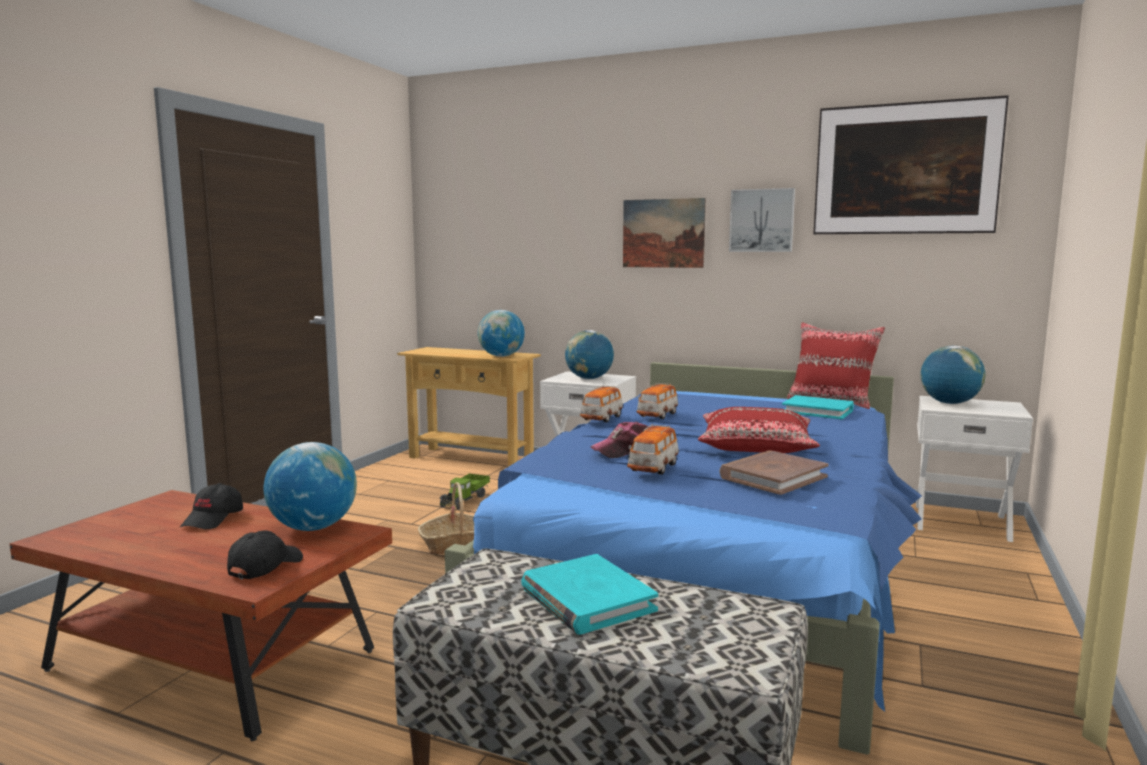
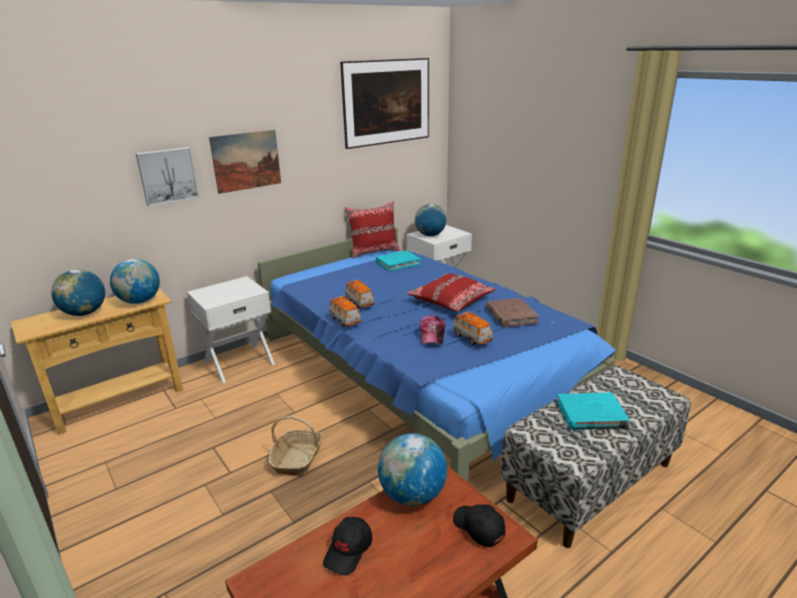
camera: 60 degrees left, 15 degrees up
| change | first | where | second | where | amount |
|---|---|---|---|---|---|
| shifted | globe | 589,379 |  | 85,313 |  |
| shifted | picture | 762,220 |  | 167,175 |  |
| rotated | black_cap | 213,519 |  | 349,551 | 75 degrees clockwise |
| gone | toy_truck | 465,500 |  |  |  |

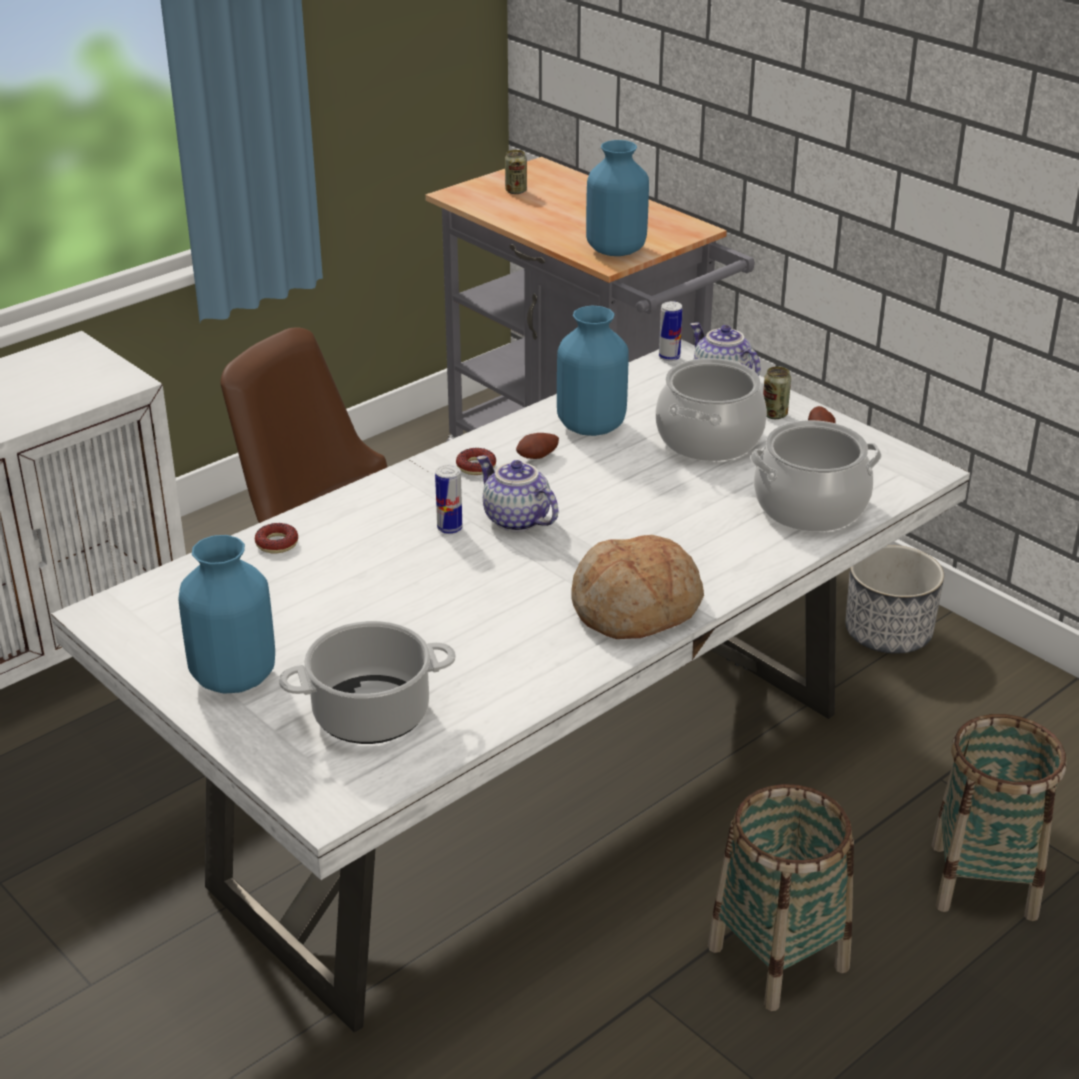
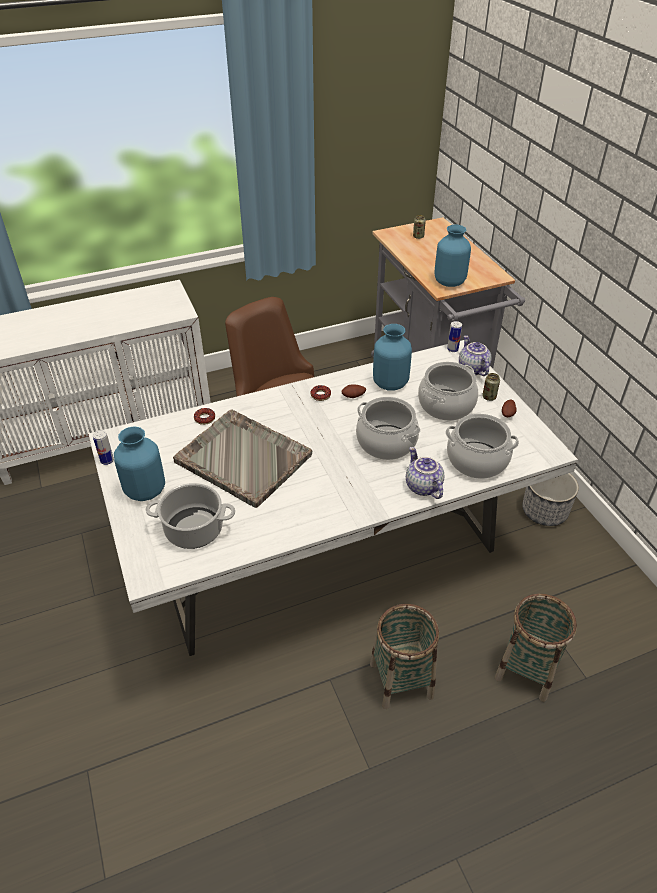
camera: 20 degrees right, 10 degrees up
| change | first | where | second | where | amount |
|---|---|---|---|---|---|
| shifted | can | 449,528 |  | 107,460 |  |
| new |  |  | grey_tray | 242,458 |  |
| new |  |  | cooking_pot | 386,442 |  |
| shifted | teapot | 515,520 |  | 422,486 |  |
| gone | bread | 637,609 |  |  |  |

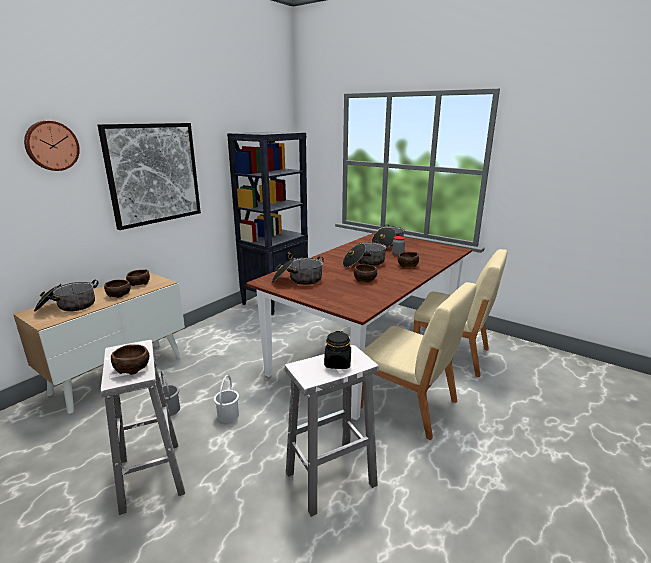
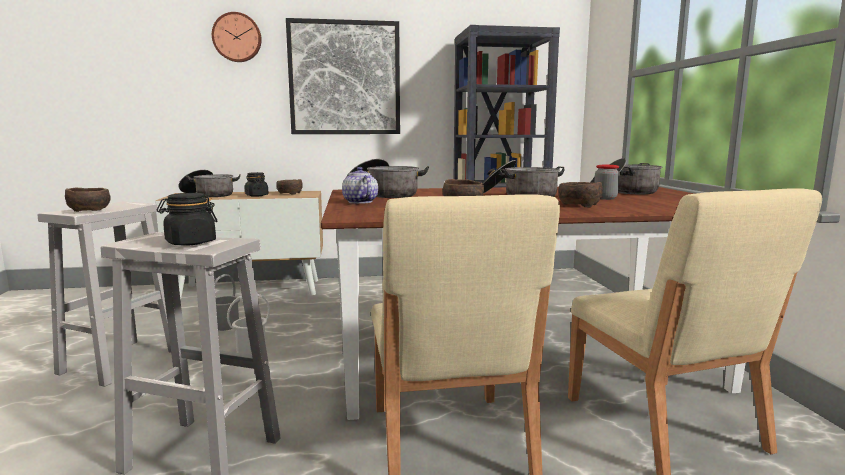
camera: 45 degrees right, 10 degrees down
| change | first | where | second | where | amount |
|---|---|---|---|---|---|
| swapped | brown_bowl | 119,294 | black_jar | 256,195 |  |
| new |  |  | teapot | 359,202 |  |

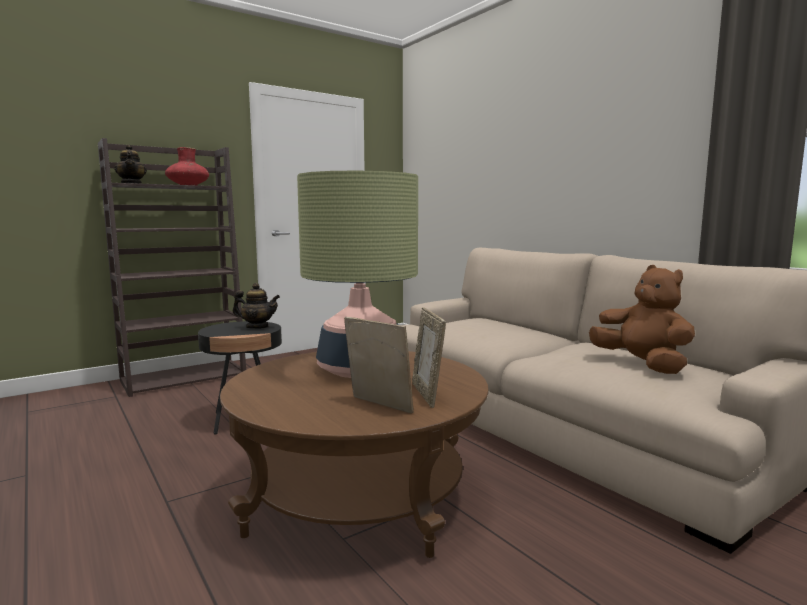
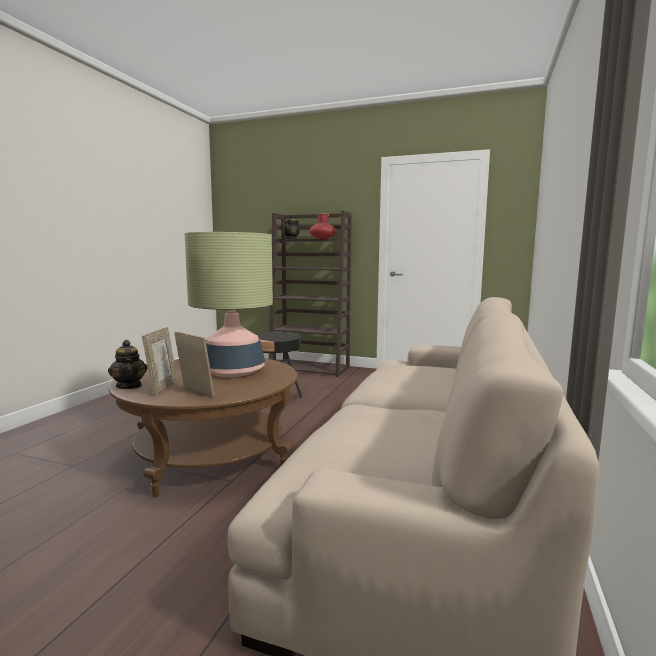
camera: 55 degrees right, 0 degrees up
| change | first | where | second | where | amount |
|---|---|---|---|---|---|
| shifted | teapot | 257,327 |  | 129,386 |  |
| rotated | picture_frame | 427,394 |  | 195,392 | 90 degrees clockwise |
| gone | brown_plush_toy | 642,365 |  |  |  |

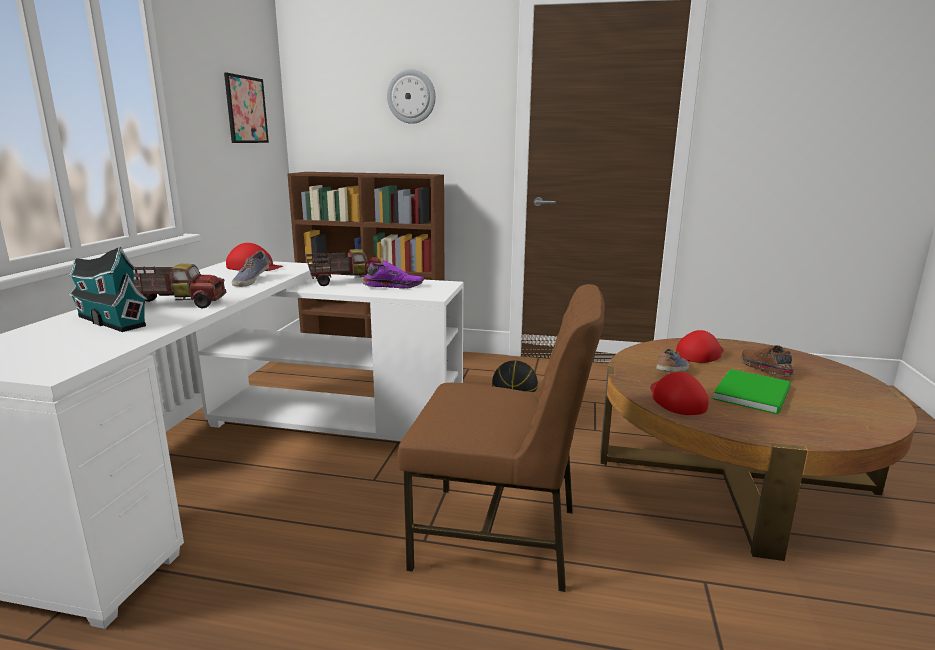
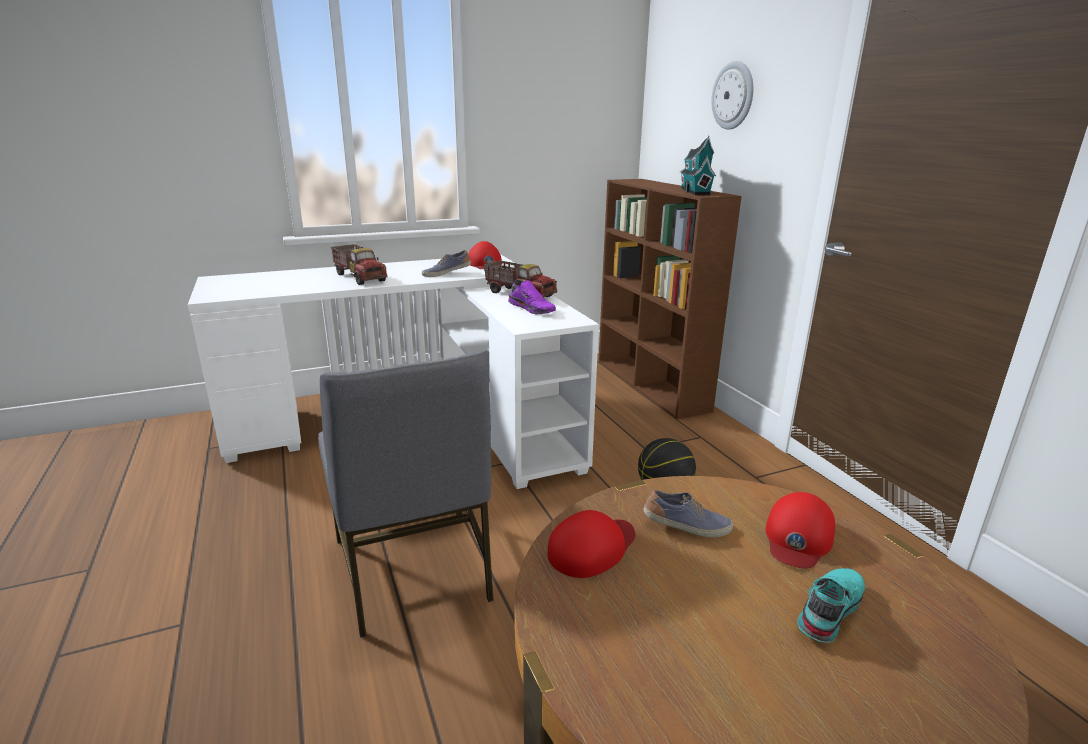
camera: 55 degrees right, 5 degrees up
| change | first | where | second | where | amount |
|---|---|---|---|---|---|
| repainted | brown_chair | 499,537 | grey_chair | 413,570 |  |
| shifted | toy_house | 109,320 |  | 694,191 |  |
| rotated | red_cap | 700,353 |  | 798,537 | 105 degrees clockwise |
| repainted | brown_shoe | 764,369 | turquoise_shoe | 827,609 |  |
| gone | picture | 246,110 |  |  |  |
| gone | green_book | 754,393 |  |  |  |

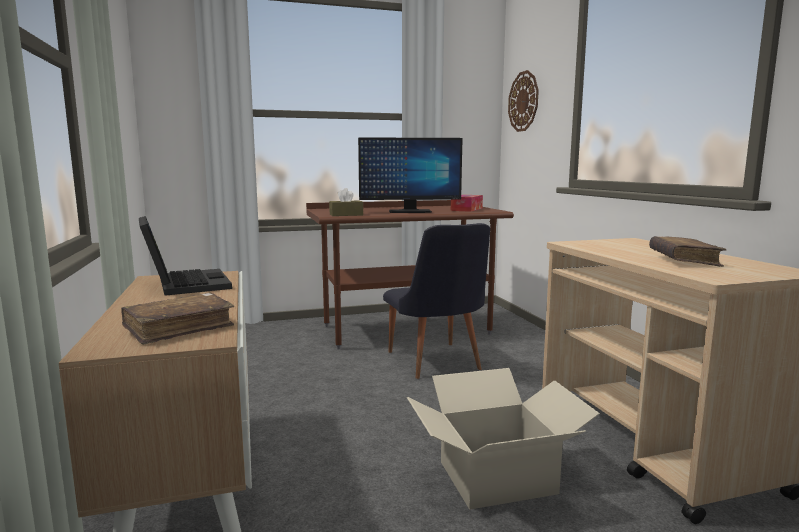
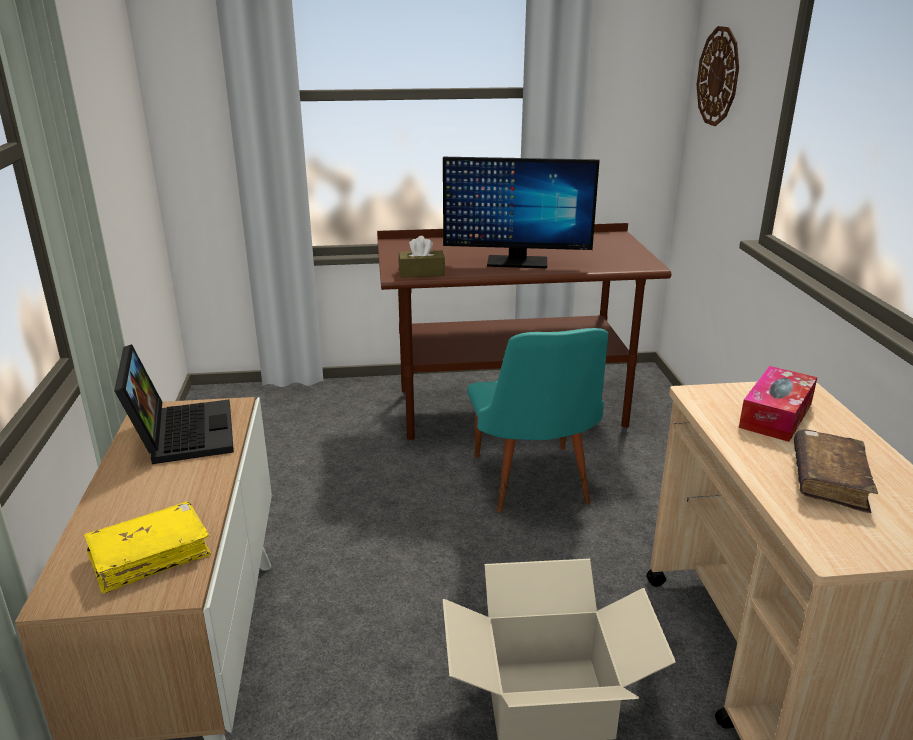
camera: 10 degrees right, 15 degrees up
| change | first | where | second | where | amount |
|---|---|---|---|---|---|
| repainted | brown_book | 179,328 | yellow_book | 150,555 |  |
| repainted | black_chair | 436,364 | turquoise_chair | 532,486 |  |
| shifted | tissue_box | 466,209 |  | 775,415 |  |

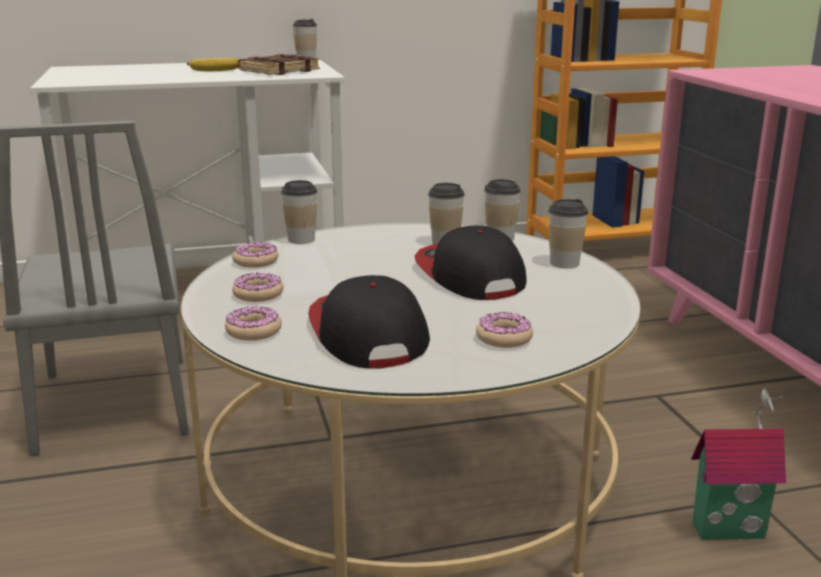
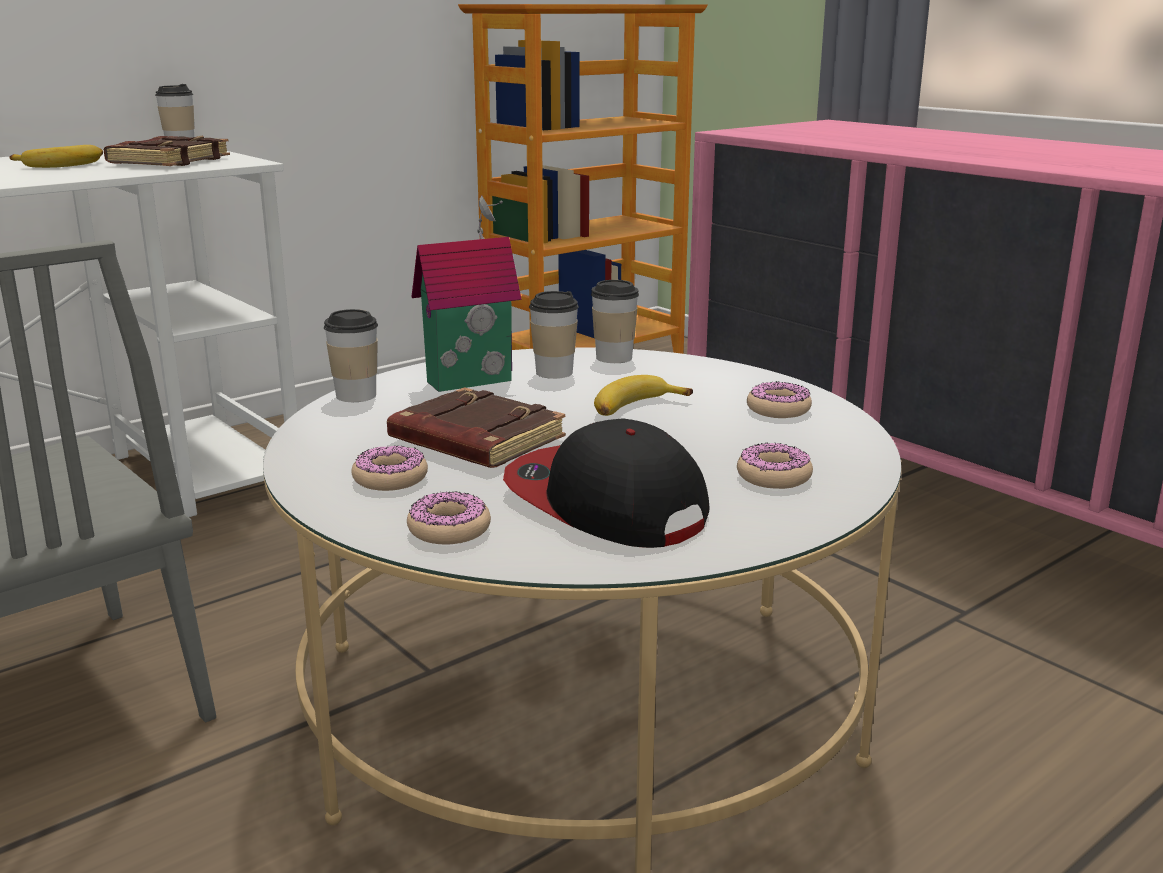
camera: 25 degrees left, 0 degrees up
| change | first | where | second | where | amount |
|---|---|---|---|---|---|
| new |  |  | brown_book | 473,441 |  |
| shifted | toy_house | 727,527 |  | 468,379 |  |
| swapped | cap | 469,275 | banana | 635,409 |  |
| shifted | donut | 255,261 |  | 778,409 |  |
| gone | cup | 564,263 |  |  |  |

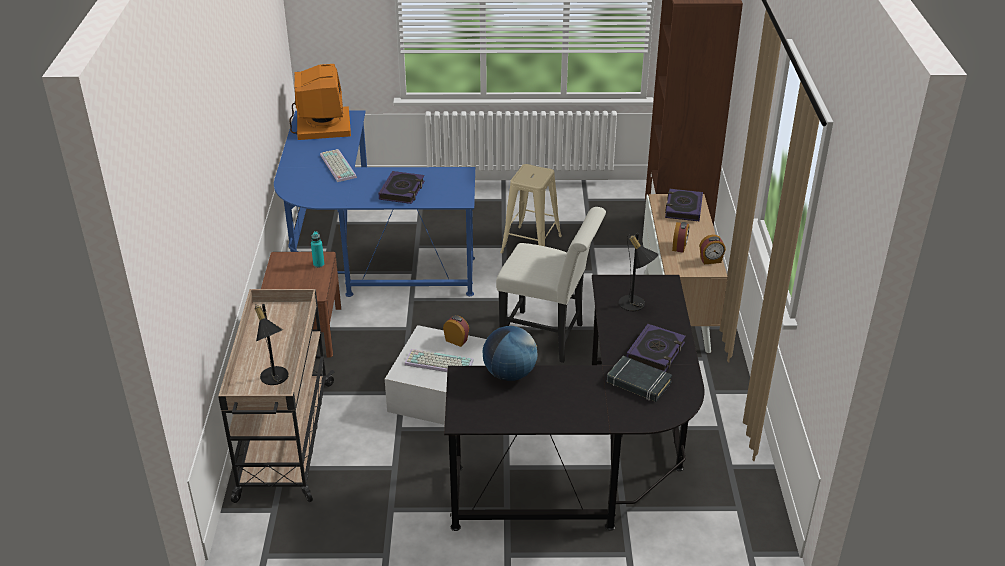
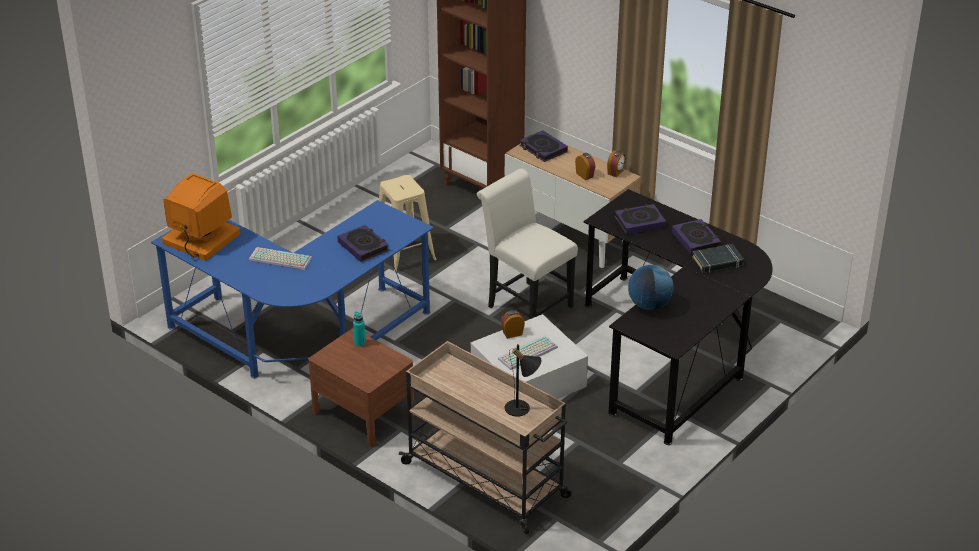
camera: 50 degrees left, 0 degrees up
| change | first | where | second | where | amount |
|---|---|---|---|---|---|
| rotated | white_chair | 548,337 |  | 525,304 | 105 degrees counterclockwise |
| swapped | black_table_lamp | 635,306 | book | 640,222 |  |

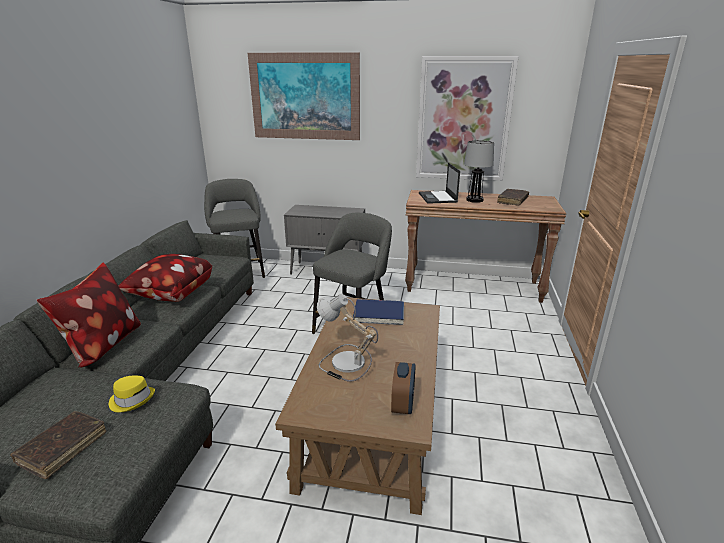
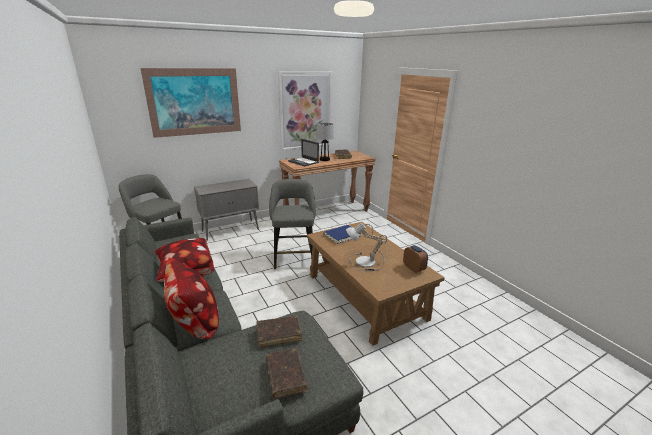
camera: 40 degrees left, 0 degrees up
| change | first | where | second | where | amount |
|---|---|---|---|---|---|
| swapped | yellow_hat | 132,399 | brown_book | 279,334 |  |

